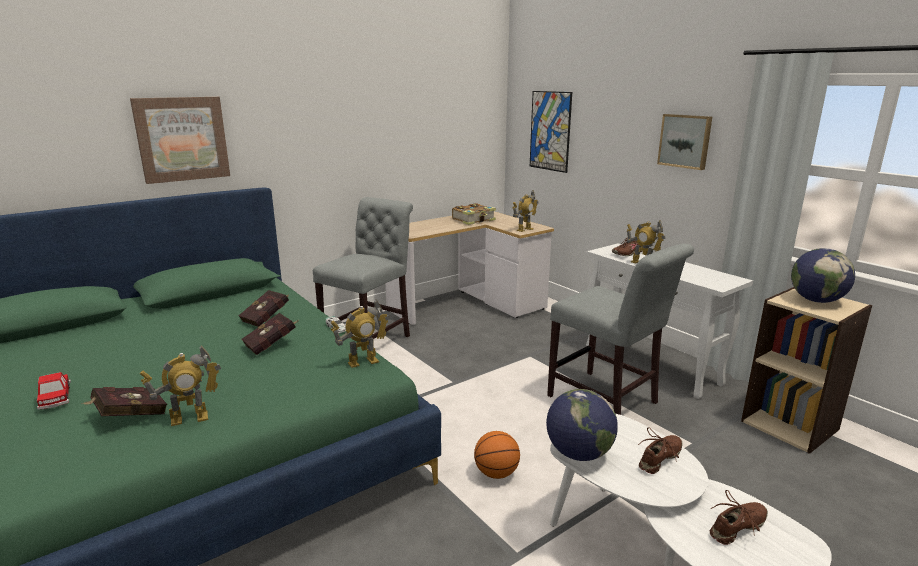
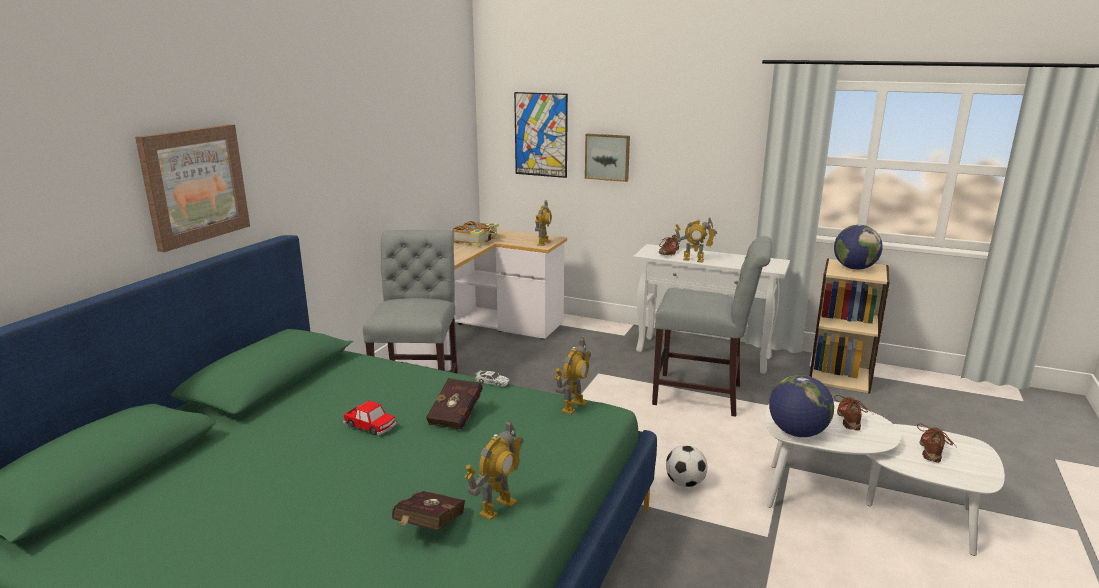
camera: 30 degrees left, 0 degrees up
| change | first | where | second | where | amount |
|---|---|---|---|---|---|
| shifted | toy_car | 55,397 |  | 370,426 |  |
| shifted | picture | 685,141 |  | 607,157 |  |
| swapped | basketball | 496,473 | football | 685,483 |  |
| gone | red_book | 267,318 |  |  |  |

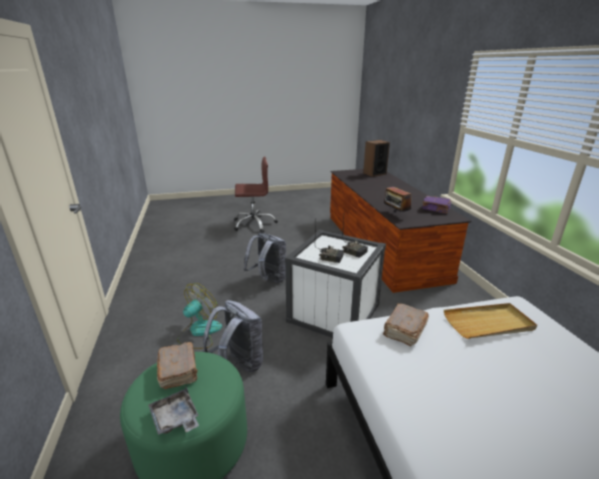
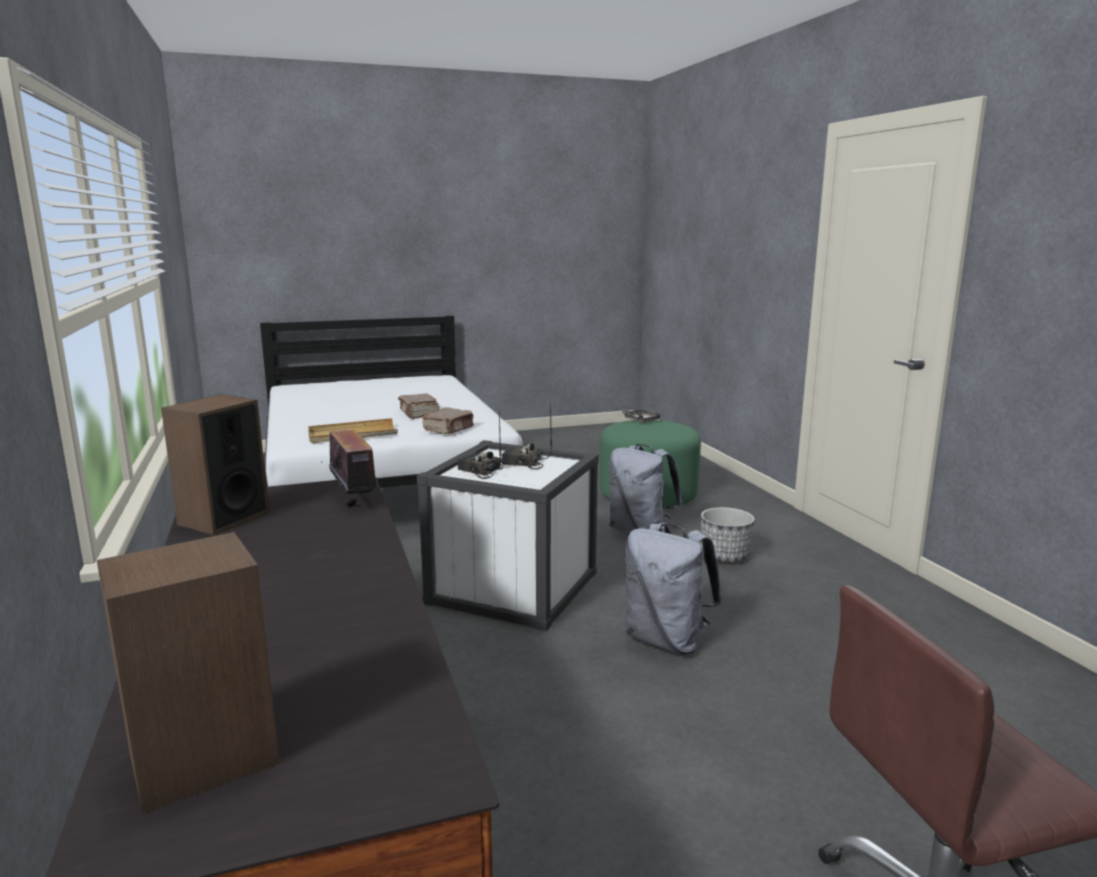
camera: 175 degrees right, 10 degrees down
| change | first | where | second | where | amount |
|---|---|---|---|---|---|
| swapped | purple_book | 436,209 | speaker | 223,518 |  |
| shifted | brown_book | 179,371 |  | 418,413 |  |
| swapped | fan | 199,332 | planter | 725,557 |  |

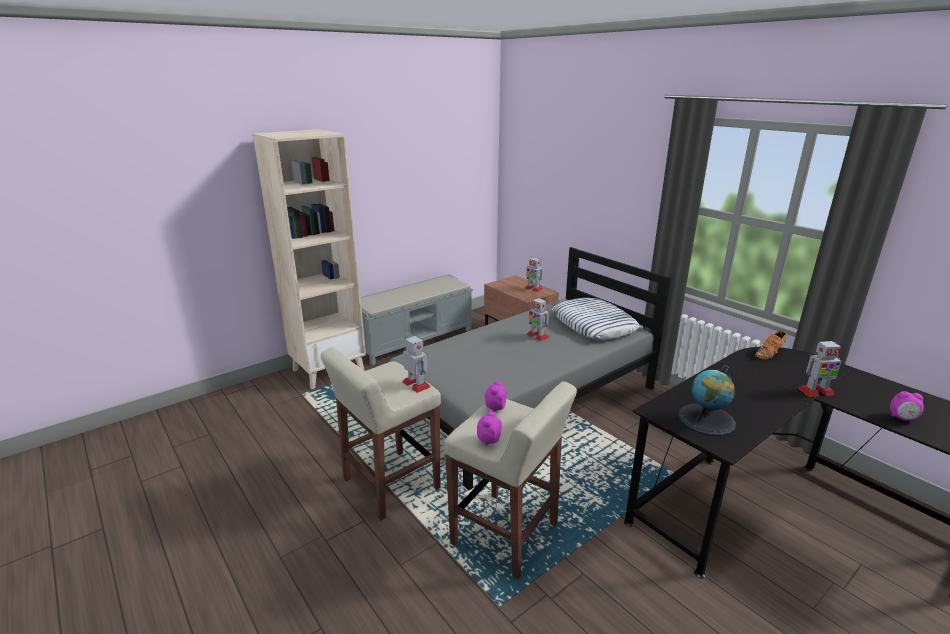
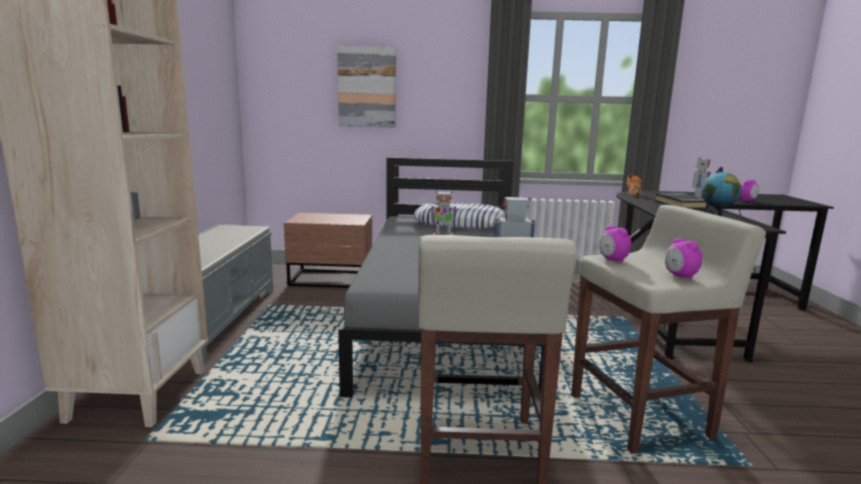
camera: 50 degrees left, 10 degrees down
| change | first | where | second | where | amount |
|---|---|---|---|---|---|
| new |  |  | picture | 367,87 |  |
| new |  |  | black_book | 681,205 |  |
| gone | toy_robot | 533,288 |  |  |  |

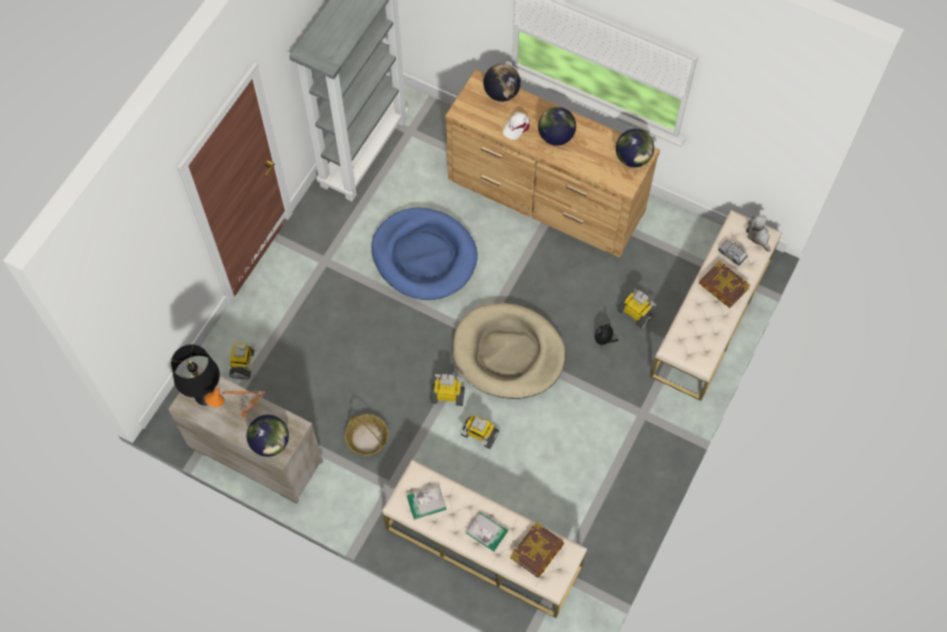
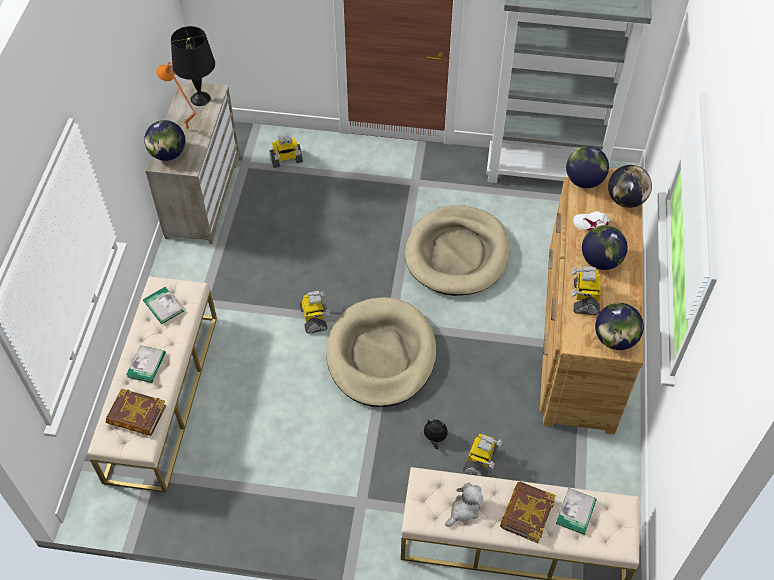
camera: 70 degrees right, 10 degrees down
| change | first | where | second | where | amount |
|---|---|---|---|---|---|
| repainted | blue_dog_bed | 424,256 | beige_dog_bed | 457,254 |  |
| shifted | plush_toy | 758,236 |  | 464,509 |  |
| swapped | grey_toy_car | 732,254 | book | 576,512 |  |
| new |  |  | globe | 584,181 |  |
| shifted | toy_robot | 479,434 |  | 584,298 |  |
| gone | basket | 367,438 |  |  |  |

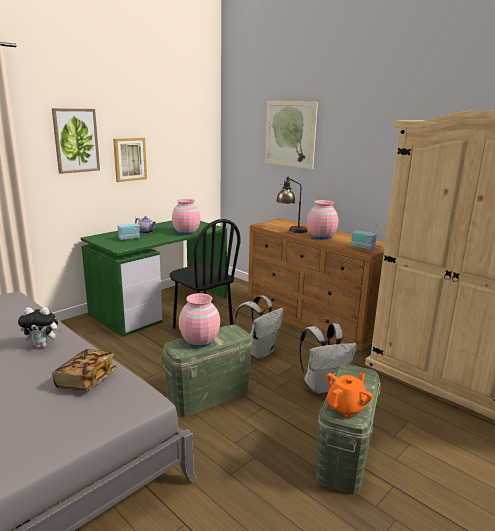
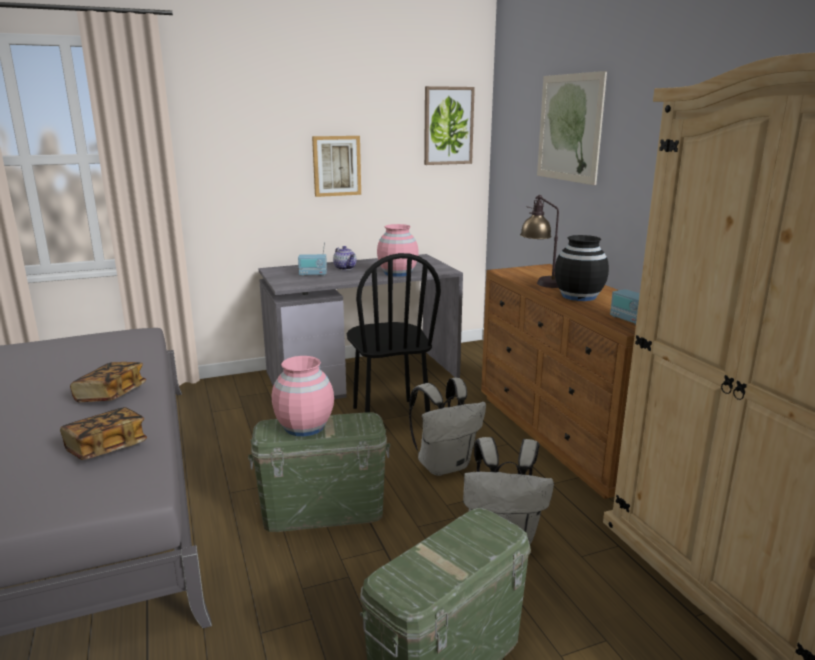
camera: 25 degrees right, 0 degrees up
| change | first | where | second | where | amount |
|---|---|---|---|---|---|
| swapped | plush_toy | 43,345 | book | 111,395 |  |
| repainted | green_desk | 160,305 | grey_desk | 362,374 |  |
| shifted | picture | 76,140 |  | 448,126 |  |
| repainted | pink_vase | 321,236 | black_vase | 578,296 |  |
| gone | orange_teapot | 346,407 |  |  |  |

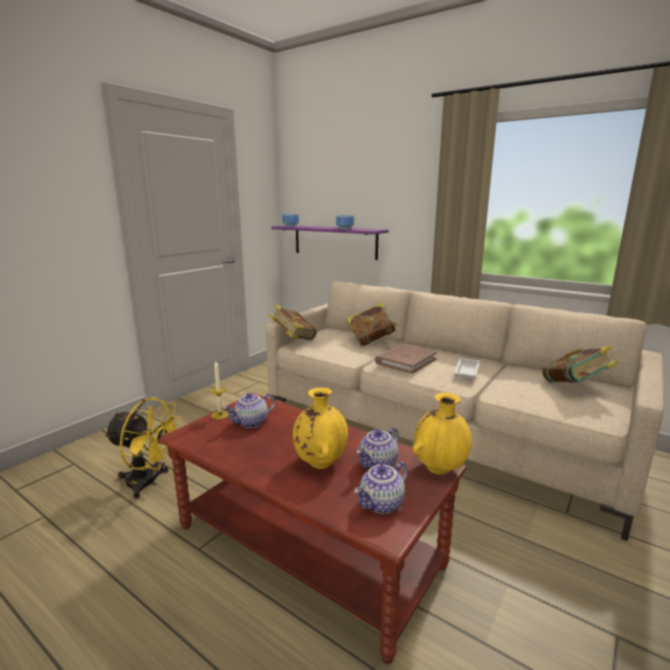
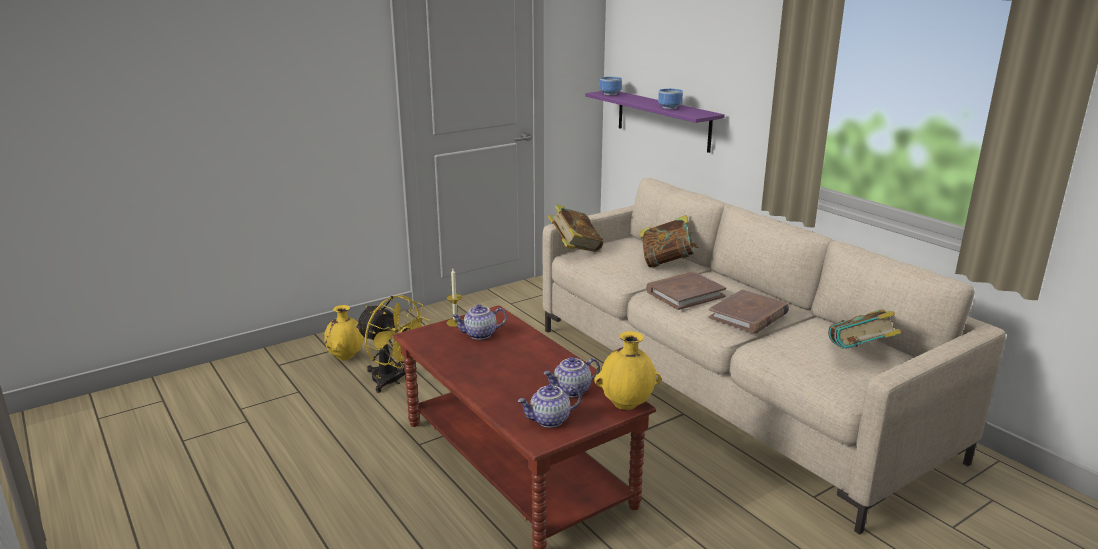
camera: 20 degrees right, 5 degrees up
| change | first | where | second | where | amount |
|---|---|---|---|---|---|
| shifted | yellow_vase | 320,462 |  | 346,357 |  |
| swapped | white_tray | 467,370 | brown_book | 748,315 |  |

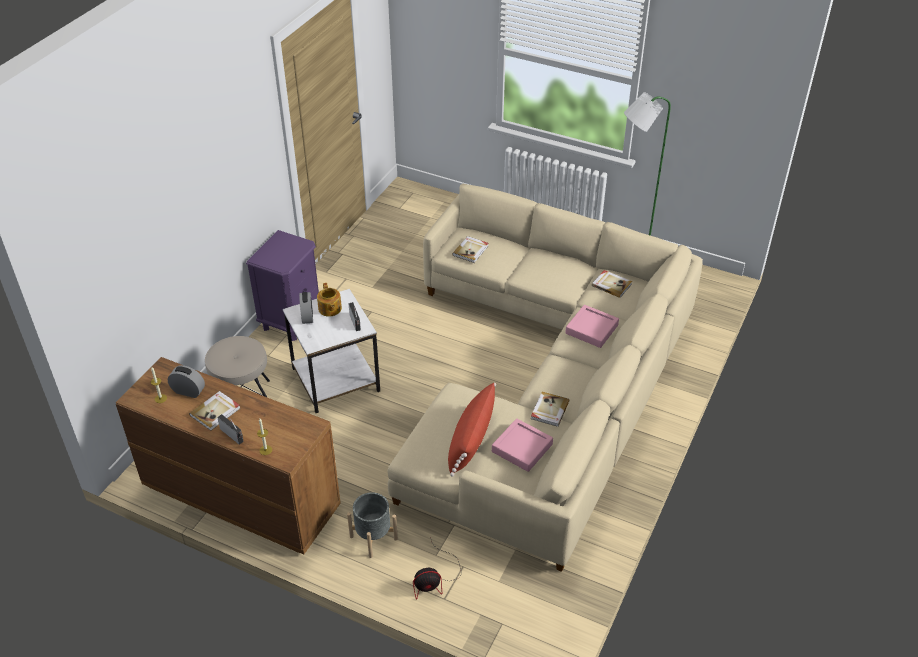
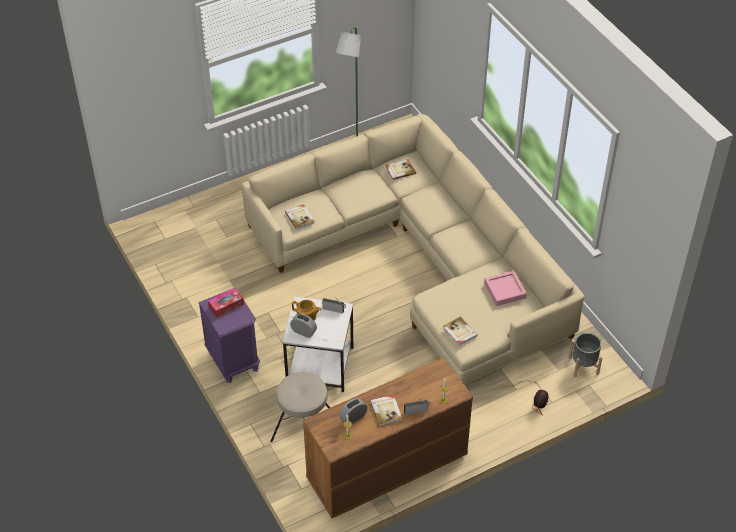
camera: 55 degrees left, 5 degrees up
| change | first | where | second | where | amount |
|---|---|---|---|---|---|
| new |  |  | tissue_box | 226,306 |  |
| shifted | book | 549,410 |  | 459,332 |  |
| shifted | grey_planter | 373,537 |  | 583,365 |  |
| gone | red_pillow | 471,441 |  |  |  |
| gone | pink_tray | 591,329 |  |  |  |

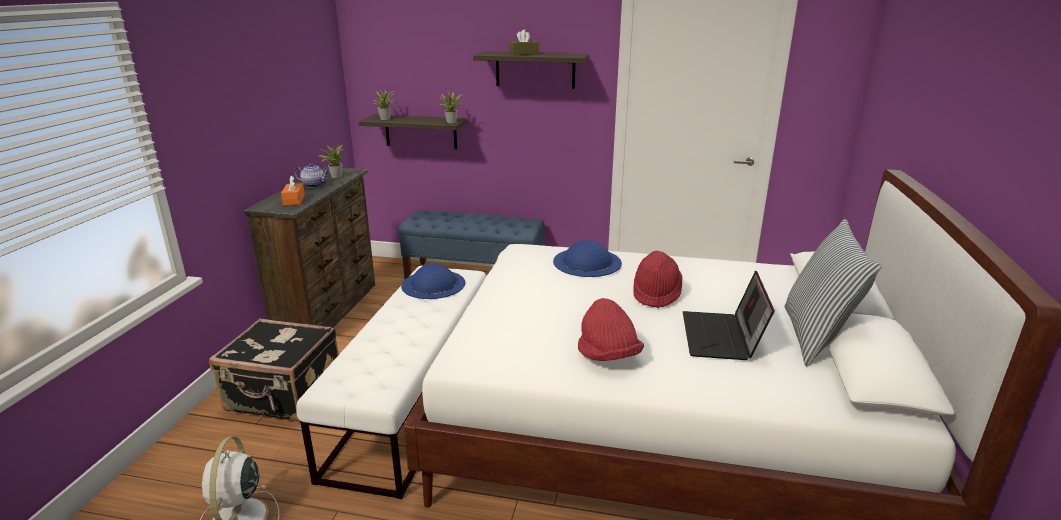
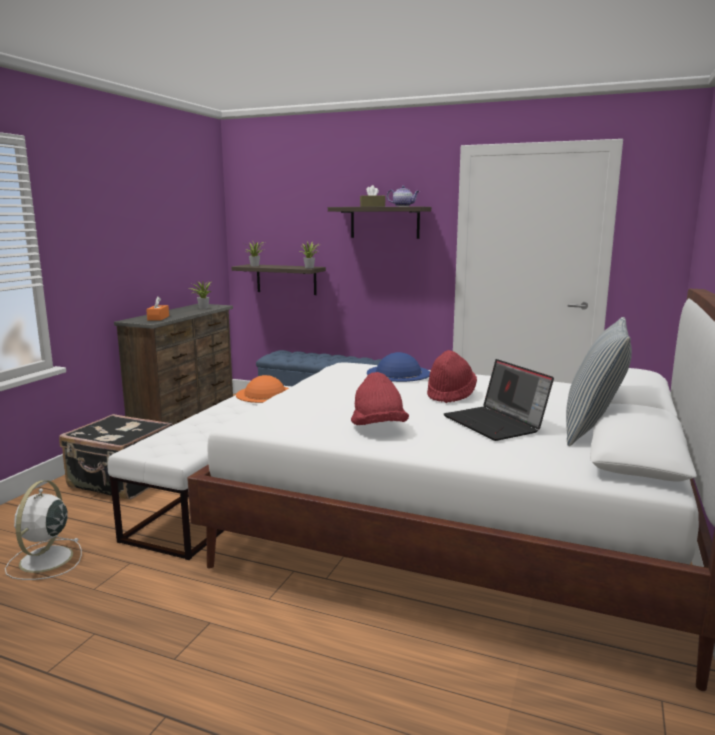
camera: 10 degrees right, 10 degrees down
| change | first | where | second | where | amount |
|---|---|---|---|---|---|
| repainted | blue_hat | 433,284 | orange_hat | 265,394 |  |
| shifted | teapot | 314,185 |  | 403,206 |  |
| rotated | laptop | 722,337 |  | 496,424 | 45 degrees counterclockwise |

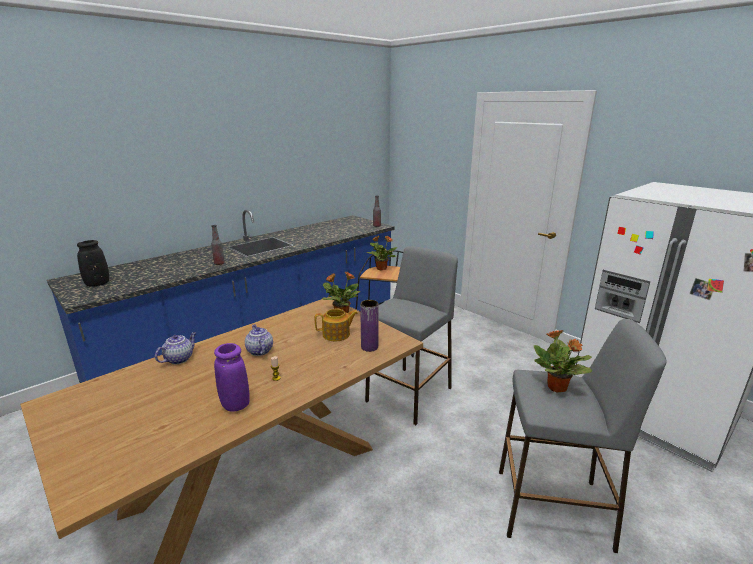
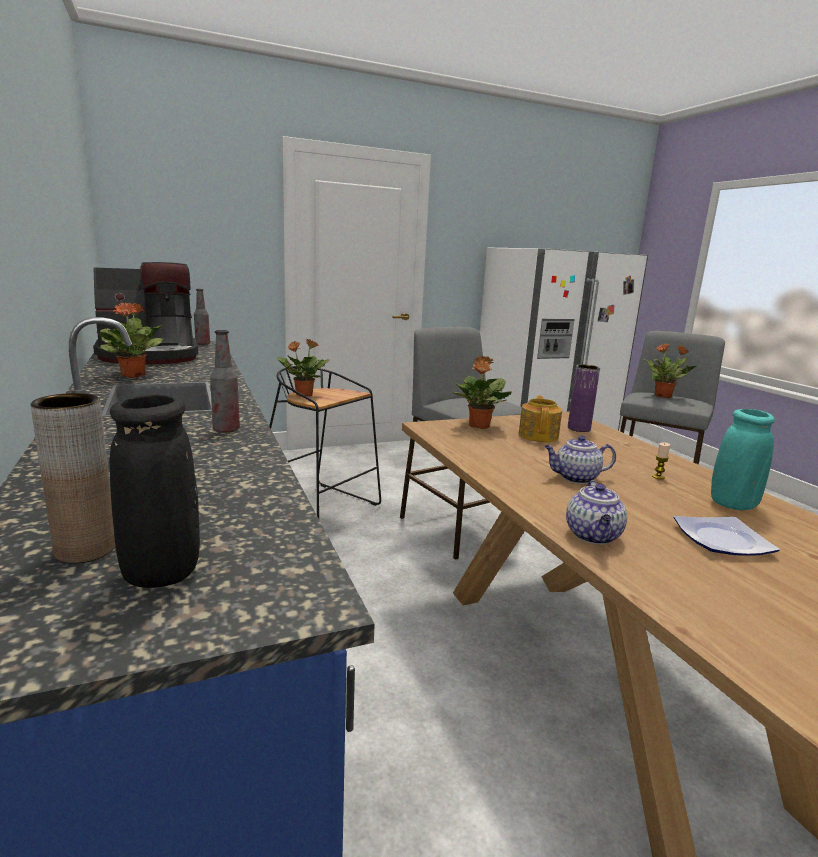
camera: 70 degrees left, 5 degrees down
| change | first | where | second | where | amount |
|---|---|---|---|---|---|
| new |  |  | brown_vase | 86,549 |  |
| new |  |  | coffee_machine | 150,356 |  |
| new |  |  | potted_plant | 134,375 |  |
| rotated | teapot | 179,359 |  | 593,536 | 135 degrees counterclockwise |
| new |  |  | plate | 724,541 |  |
| repainted | purple_vase | 235,404 | turquoise_vase | 733,505 |  |

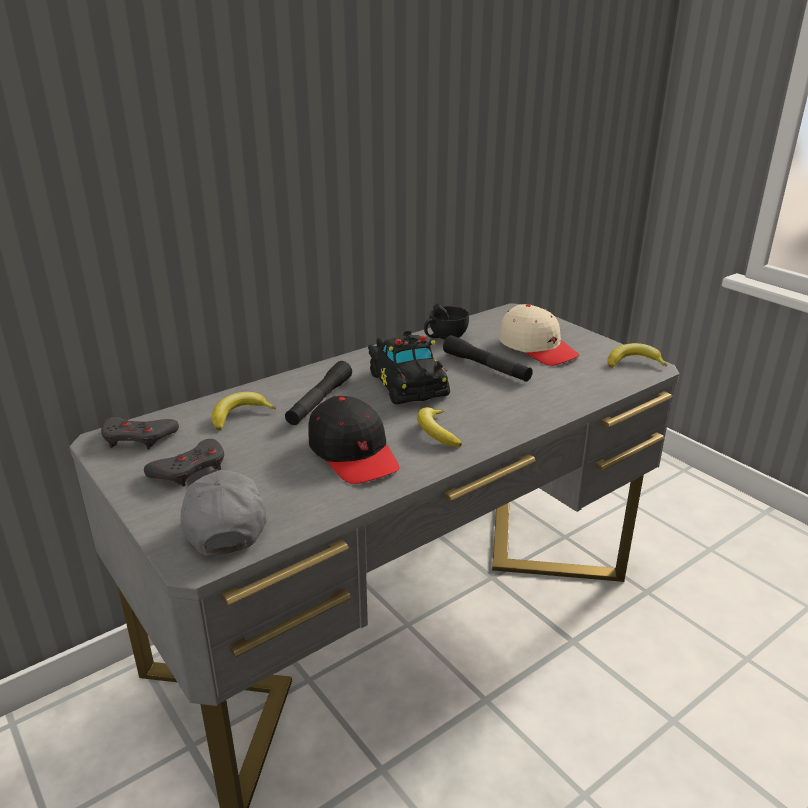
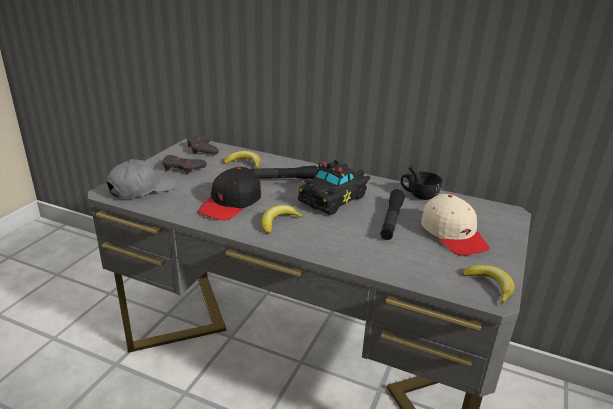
camera: 60 degrees right, 0 degrees up
| change | first | where | second | where | amount |
|---|---|---|---|---|---|
| rotated | beige_cap | 537,347 |  | 453,234 | 45 degrees counterclockwise |

